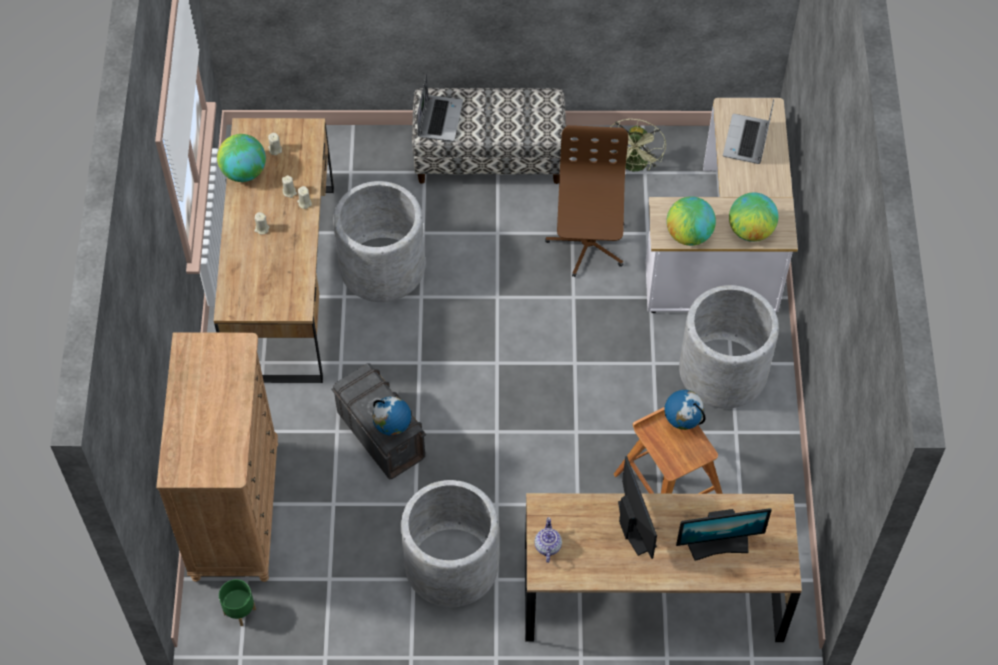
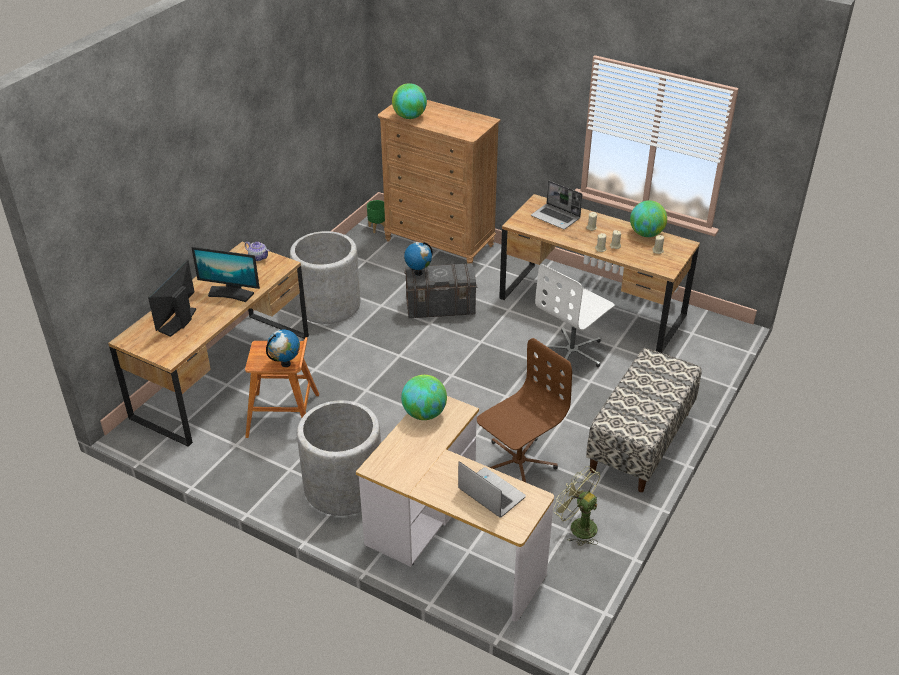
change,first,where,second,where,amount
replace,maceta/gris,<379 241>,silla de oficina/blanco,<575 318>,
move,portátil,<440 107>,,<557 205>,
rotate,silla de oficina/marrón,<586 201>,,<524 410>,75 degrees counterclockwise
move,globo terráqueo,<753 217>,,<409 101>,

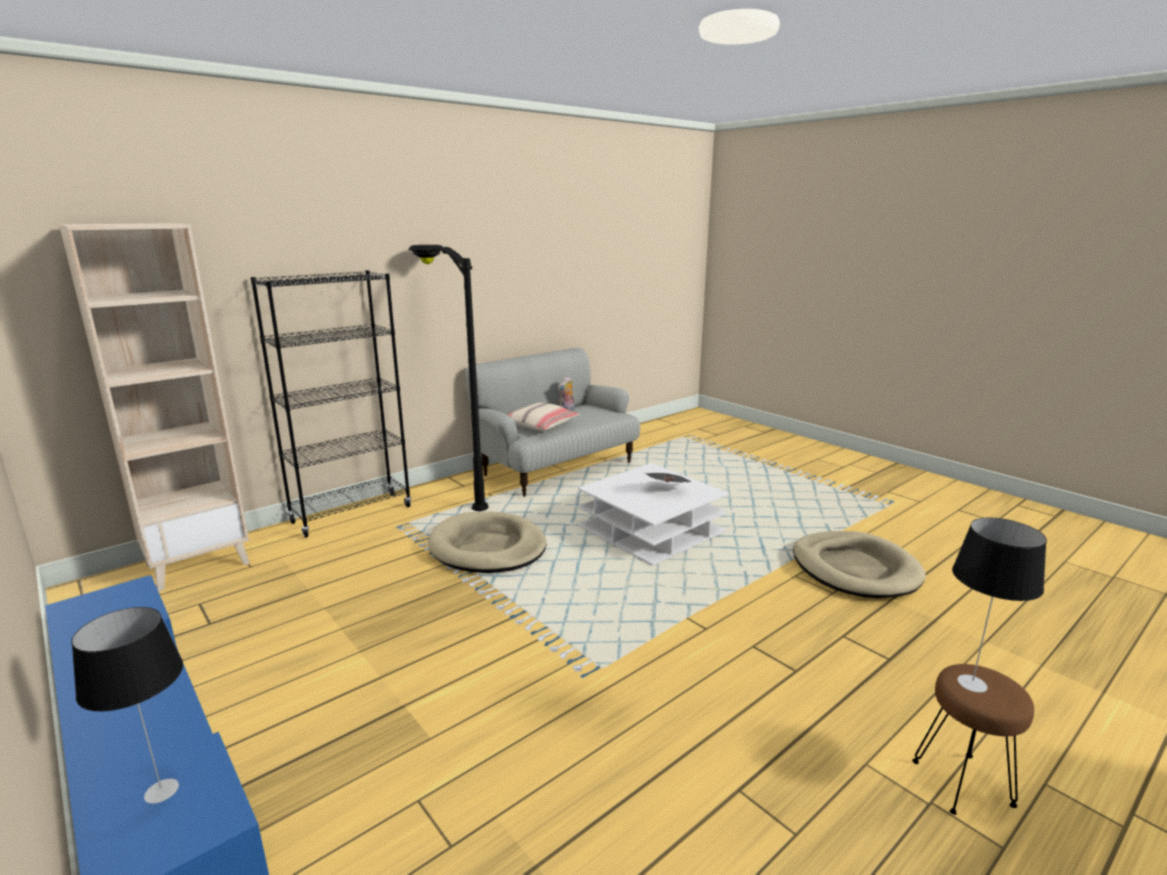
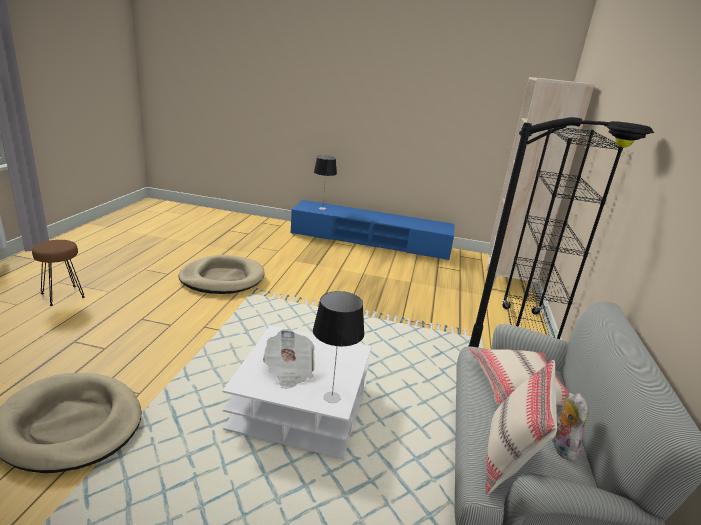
change,first,where,second,where,amount
move,cama para perro/beis,<487 542>,,<222 274>,
move,lámpara de mesa,<999 604>,,<338 347>,
insert,,,cojín/beis,<521 427>,

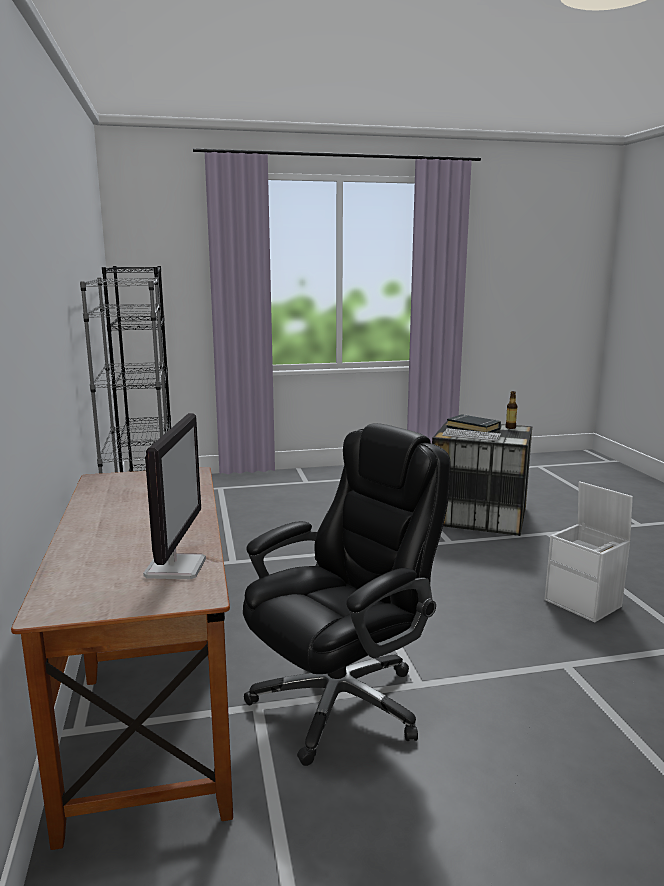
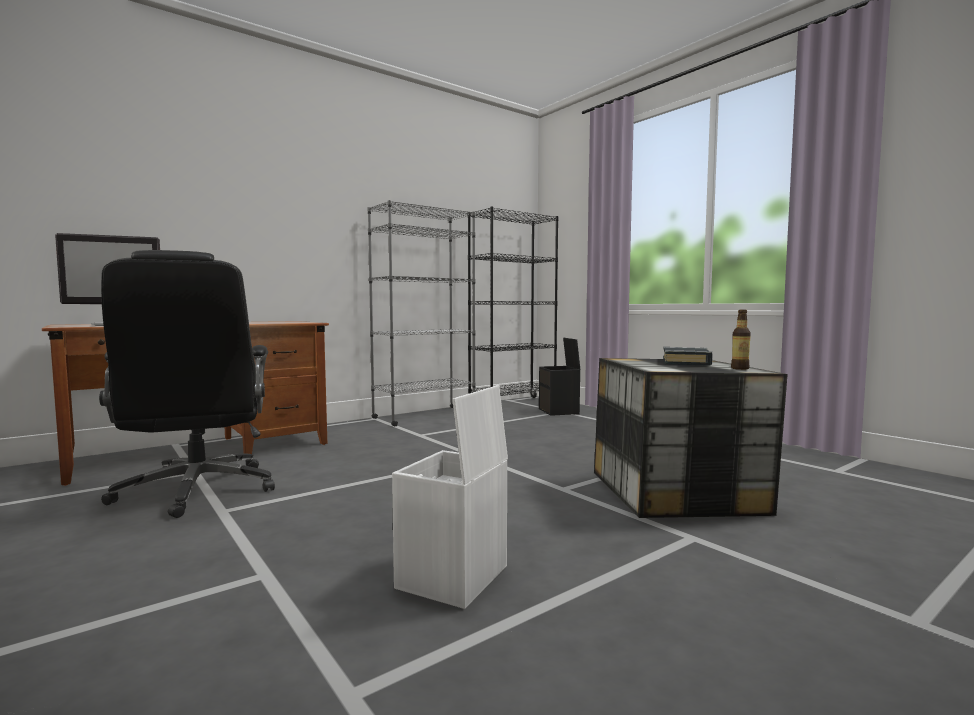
change,first,where,second,where,amount
rotate,silla de oficina/negro,<347 594>,,<187 384>,45 degrees clockwise
delete,teclado,<471 434>,,,
insert,,,caja de almacenaje/negro,<559 377>,

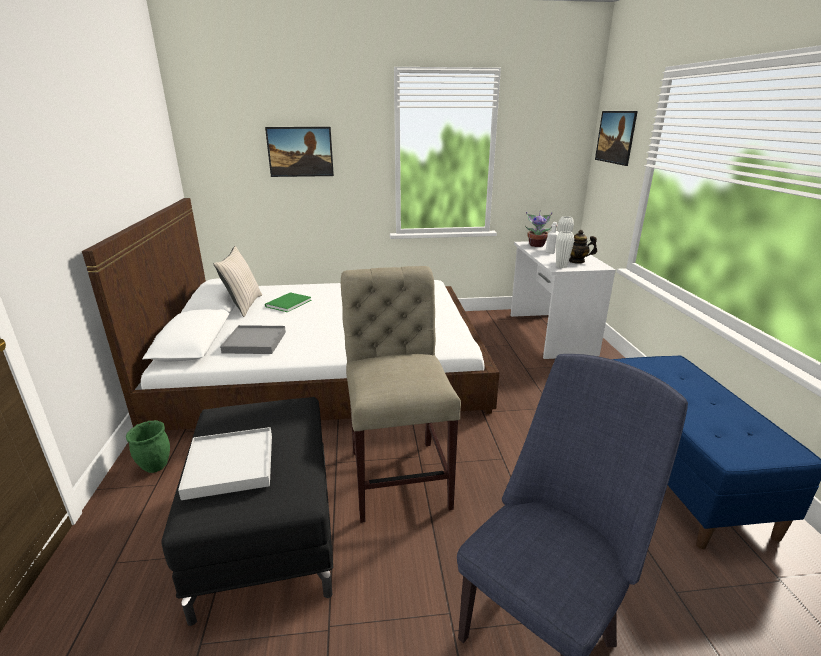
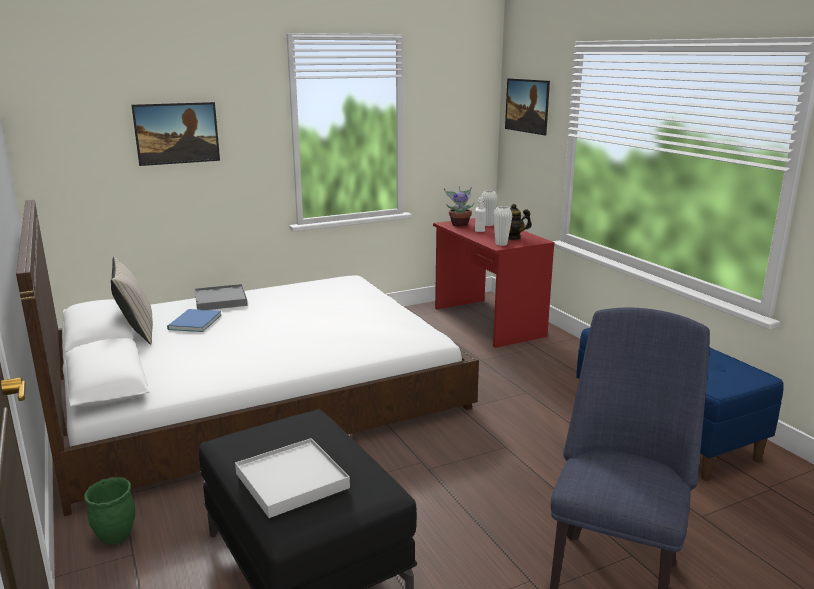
change,first,where,second,where,amount
move,bandeja/gris,<253 339>,,<221 297>,
recolor,libro/verde,<288 302>,libro/azul,<194 320>,
delete,silla/beis,<401 394>,,,
recolor,escritorio/blanco,<563 300>,escritorio/rojo,<494 283>,

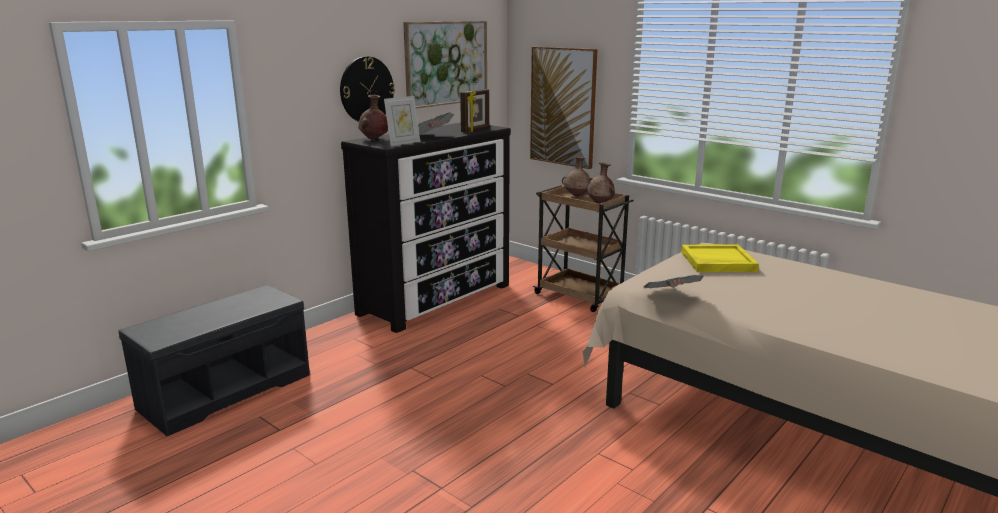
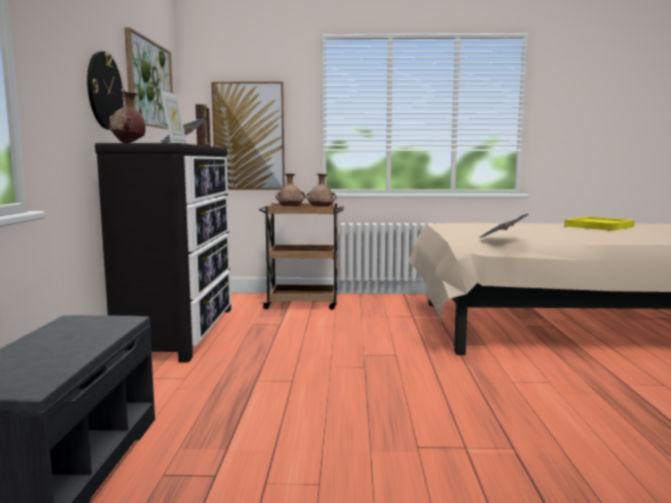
change,first,where,second,where,amount
move,bandeja/amarillo,<720 258>,,<599 224>,

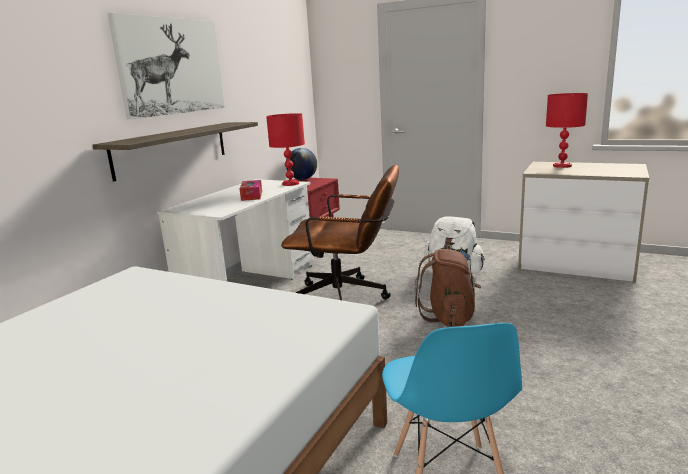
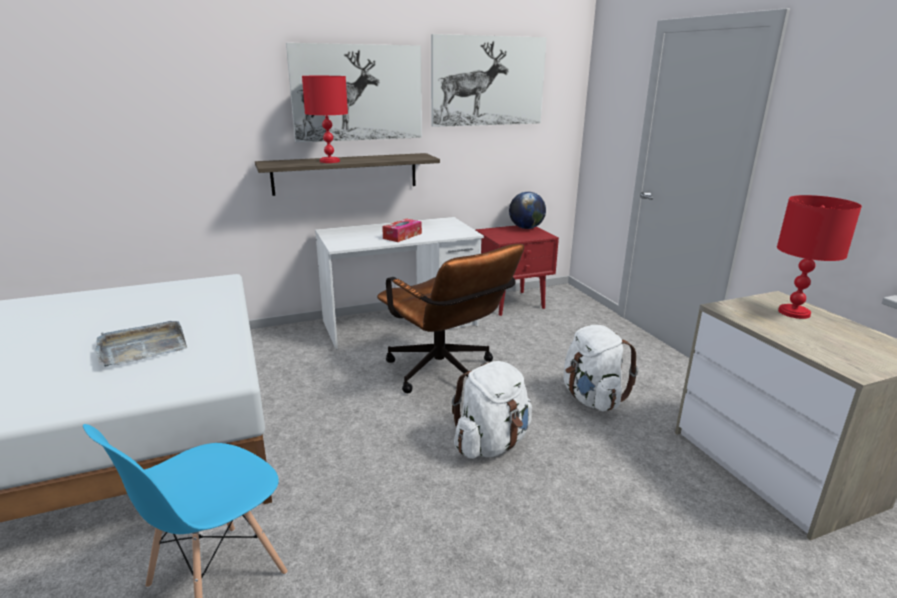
change,first,where,second,where,amount
move,lámpara de mesa/rojo,<285 149>,,<325 119>,
recolor,mochila/marrón,<448 288>,mochila/blanco,<492 410>,
insert,,,bandeja/gris,<141 344>,
insert,,,cuadro,<489 80>,

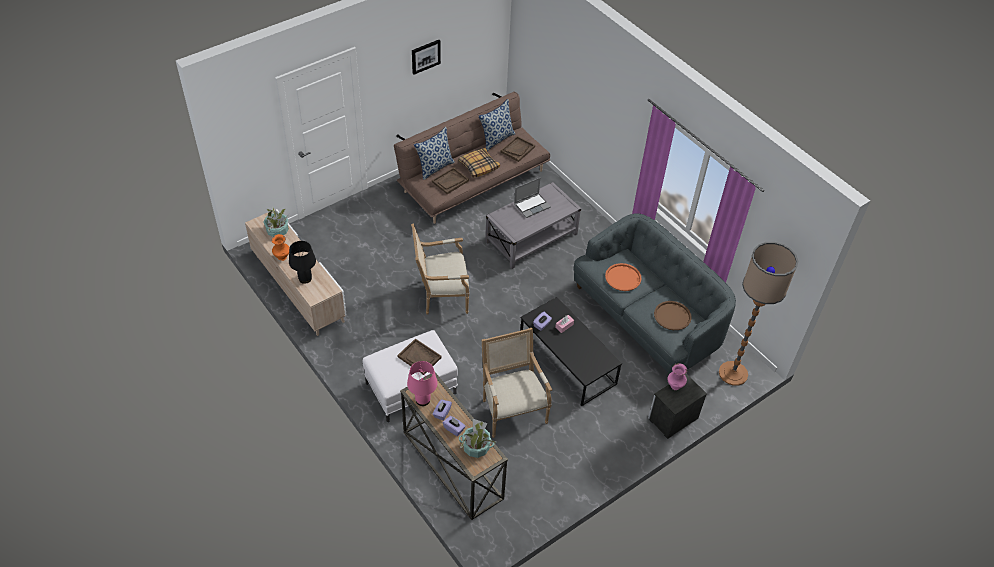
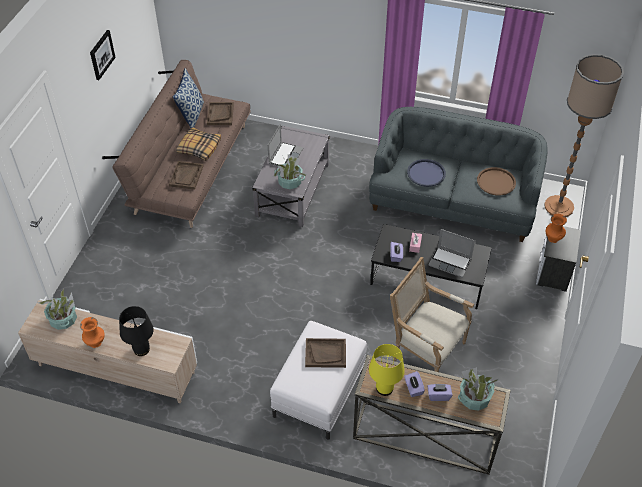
change,first,where,second,where,amount
recolor,lámpara de mesa/rosa,<422 383>,lámpara de mesa/amarillo,<387 370>,
delete,sillón,<440 269>,,,
delete,cojín,<434 153>,,,
recolor,bandeja/naranja,<623 277>,bandeja/azul,<426 173>,
recolor,florero/rosa,<677 376>,florero/naranja,<556 228>,
insert,,,planta en maceta,<290 172>,
insert,,,portátil,<451 253>,

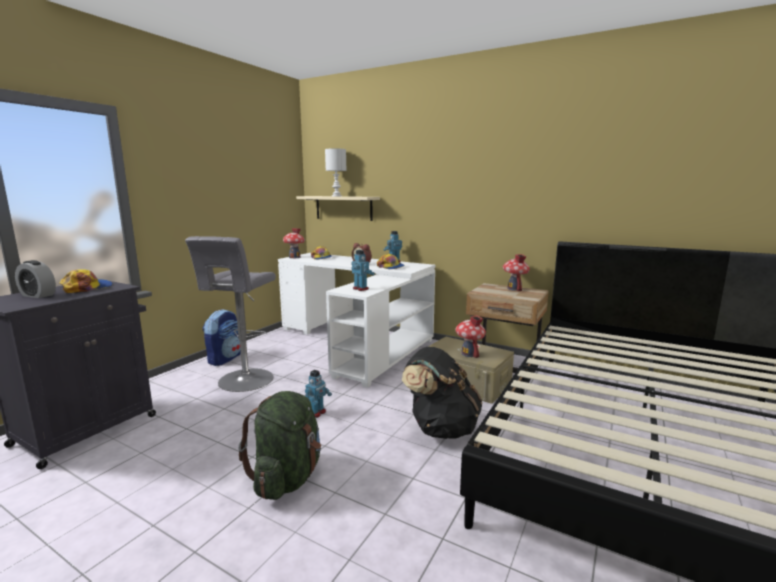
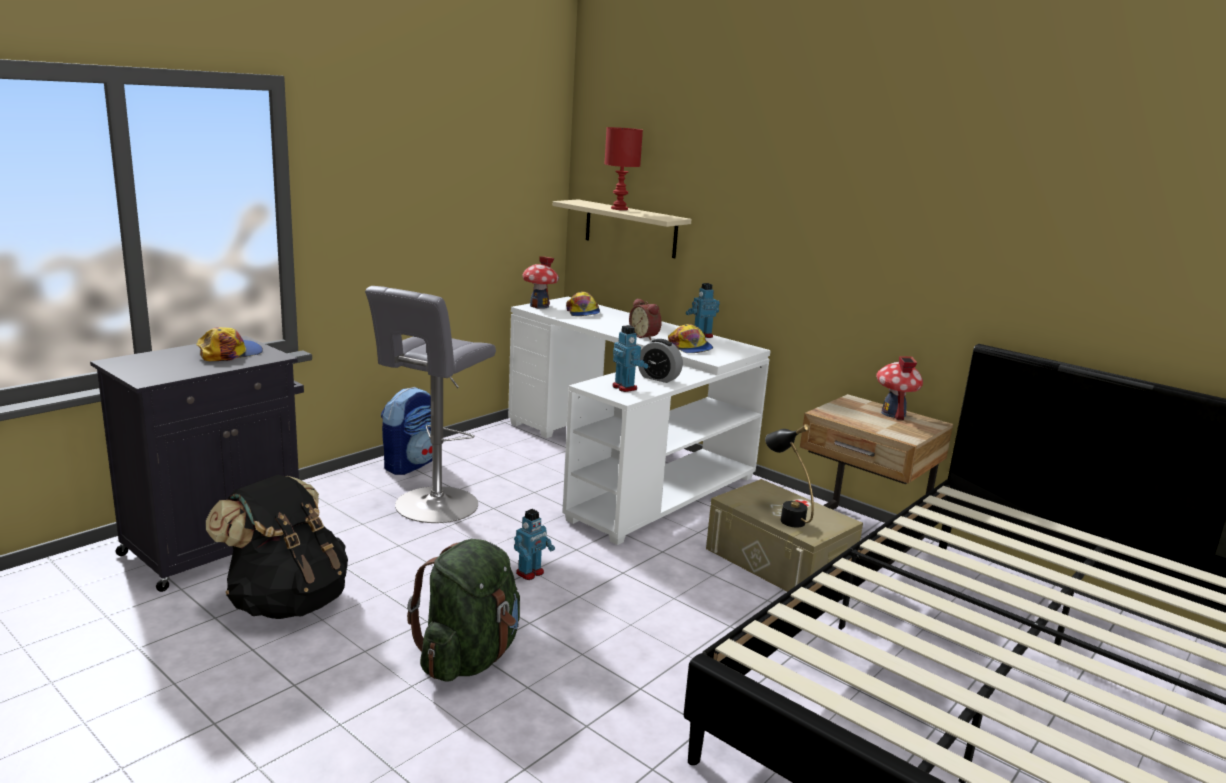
change,first,where,second,where,amount
move,despertador,<35 279>,,<660 361>,
recolor,lámpara de mesa/blanco,<335 172>,lámpara de mesa/rojo,<624 168>,
move,mochila/negro,<442 393>,,<277 547>,
replace,casita,<470 336>,lámpara de mesa/negro,<789 476>,

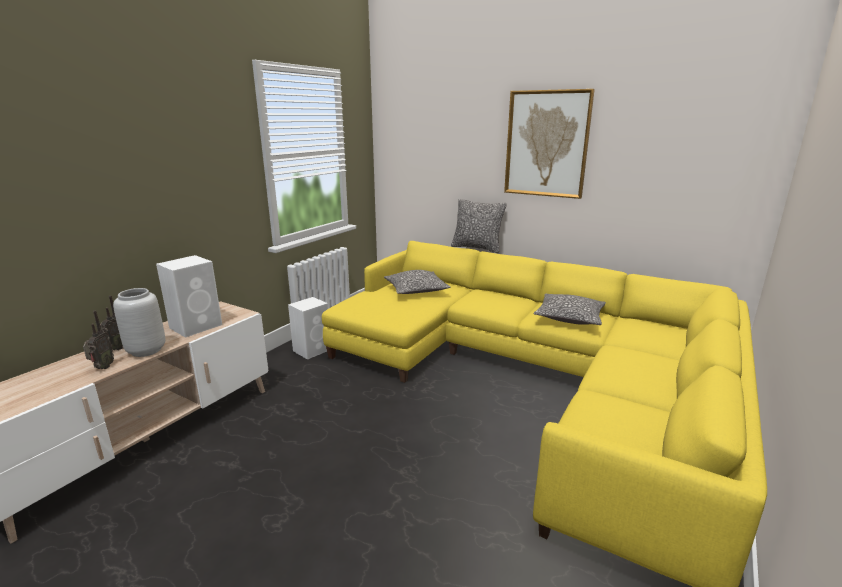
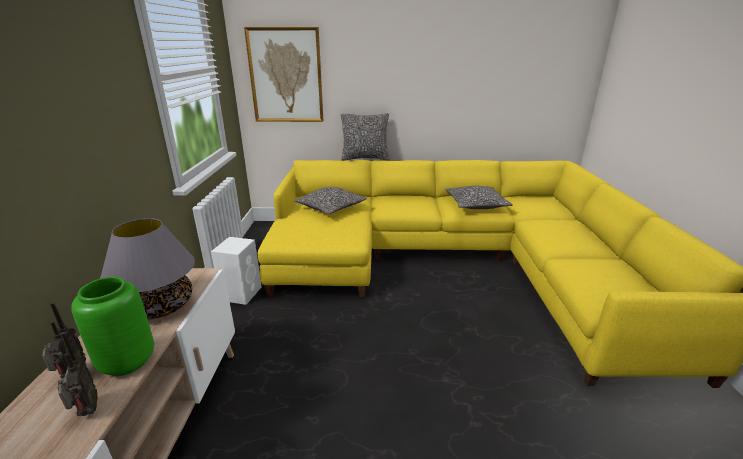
change,first,where,second,where,amount
recolor,florero/gris,<139 322>,florero/verde,<112 326>,
replace,altavoz/blanco,<189 296>,lámpara de mesa/gris,<147 269>,
move,cuadro,<549 144>,,<283 74>,

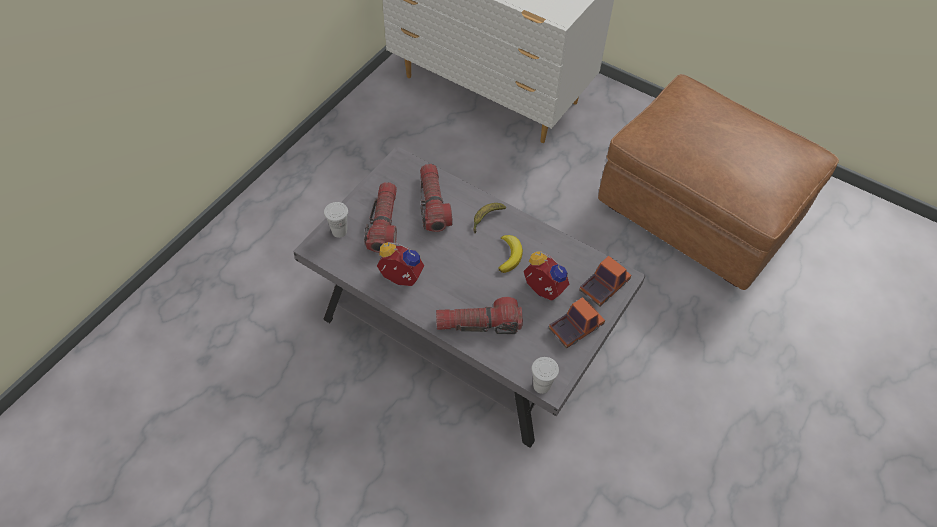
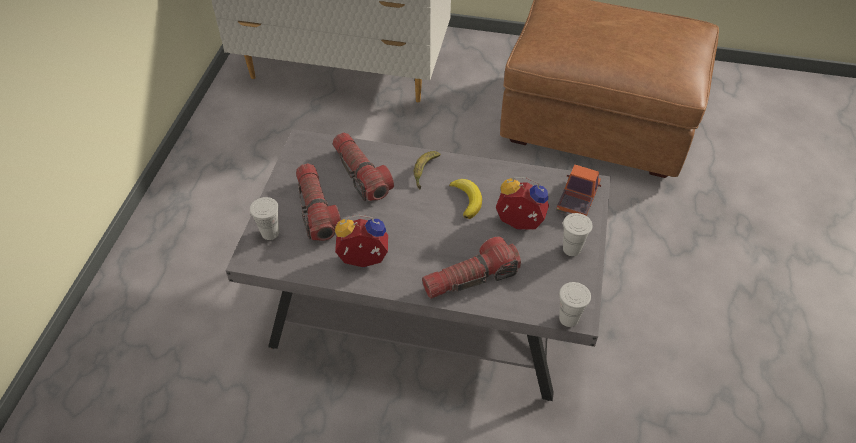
change,first,where,second,where,amount
replace,camión de juguete,<577 323>,taza/blanco,<578 234>,

